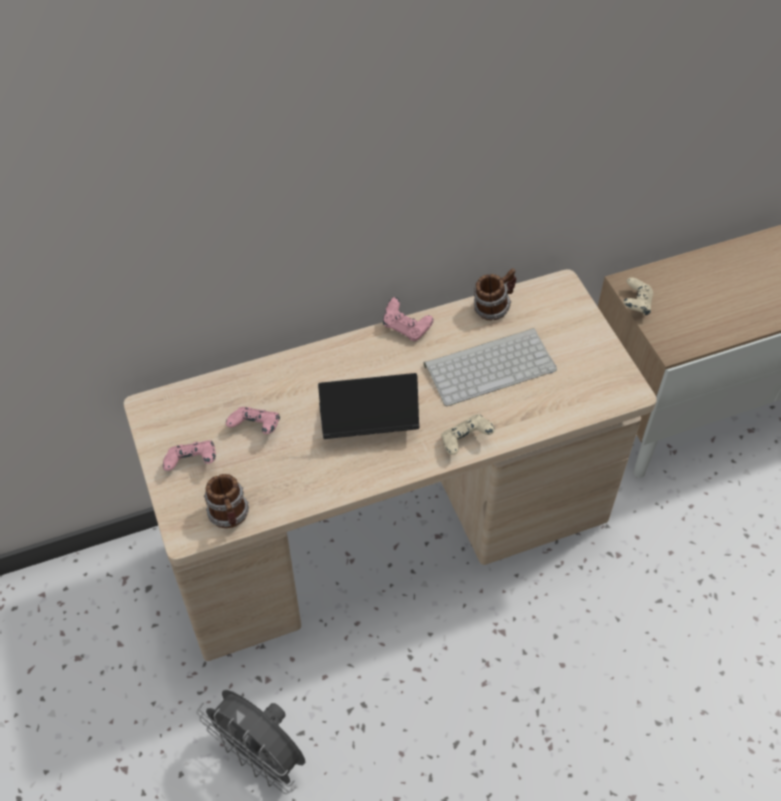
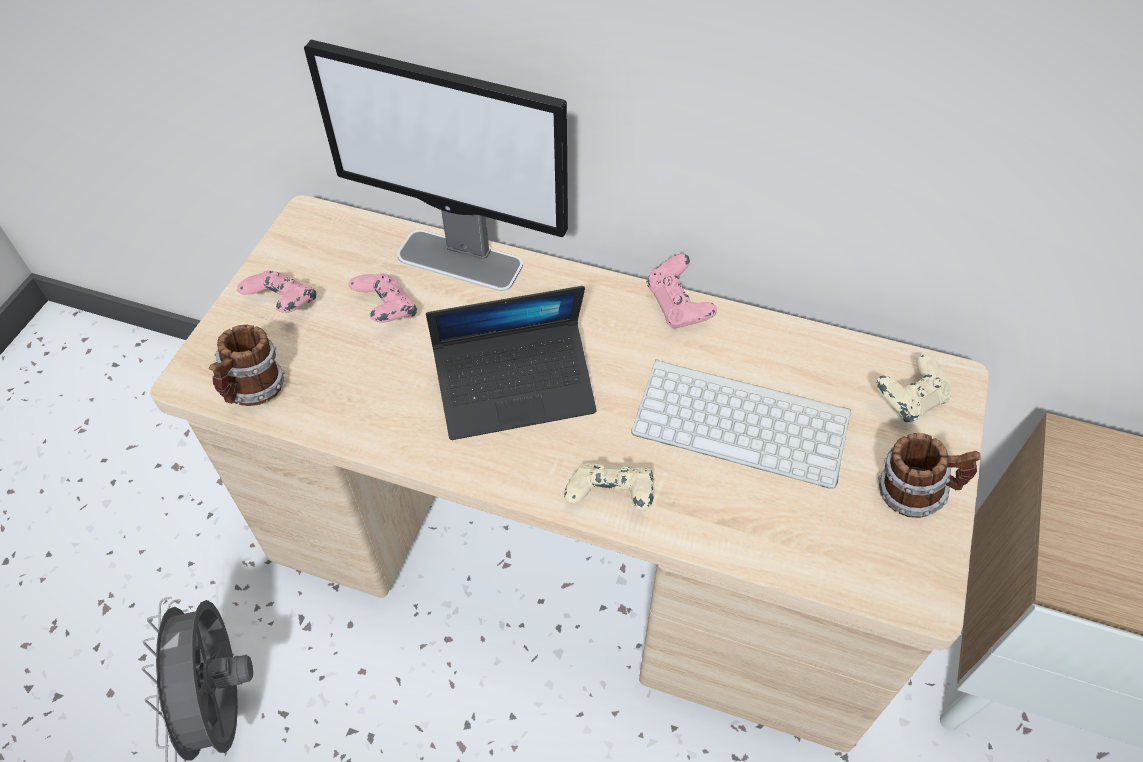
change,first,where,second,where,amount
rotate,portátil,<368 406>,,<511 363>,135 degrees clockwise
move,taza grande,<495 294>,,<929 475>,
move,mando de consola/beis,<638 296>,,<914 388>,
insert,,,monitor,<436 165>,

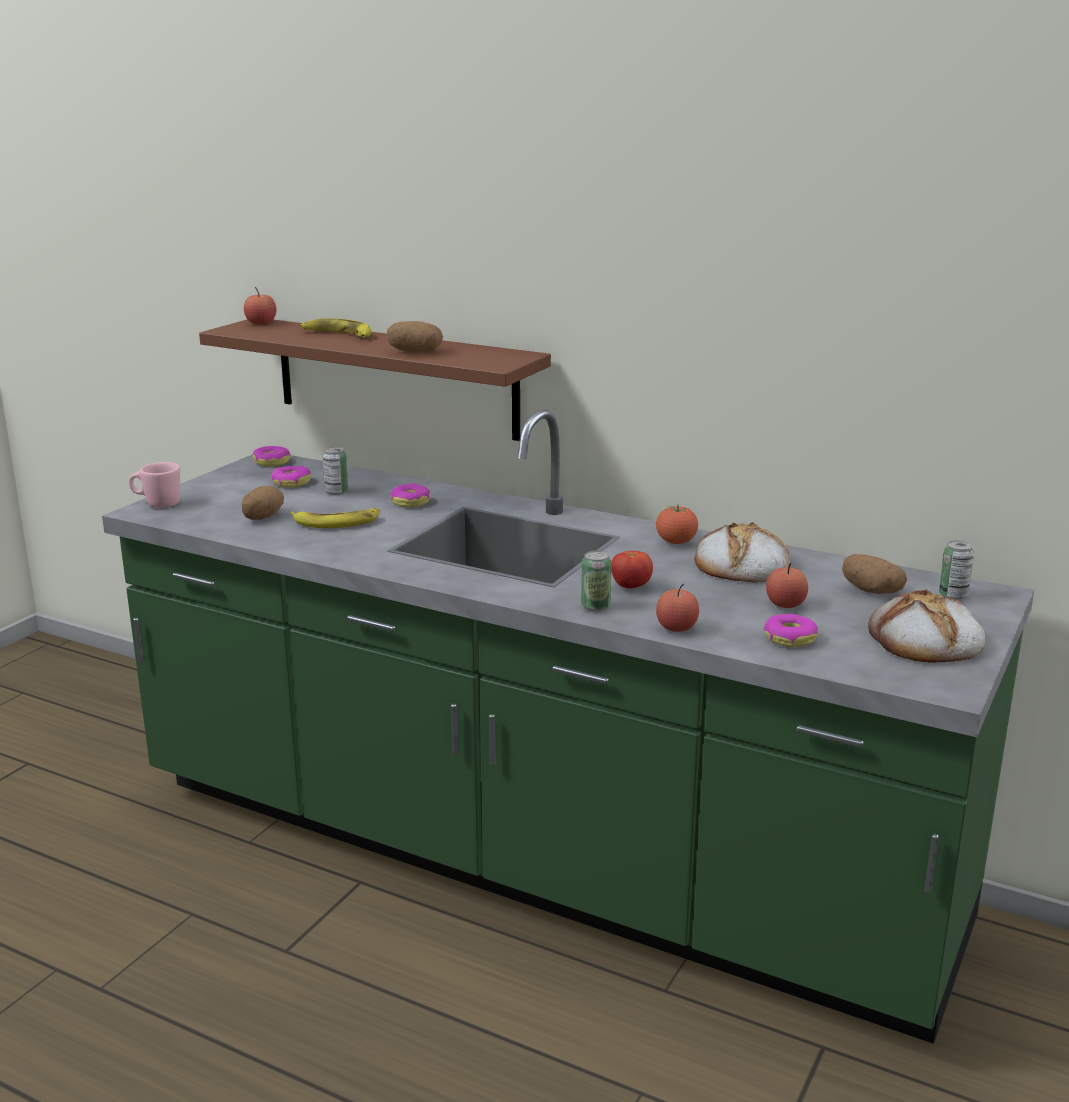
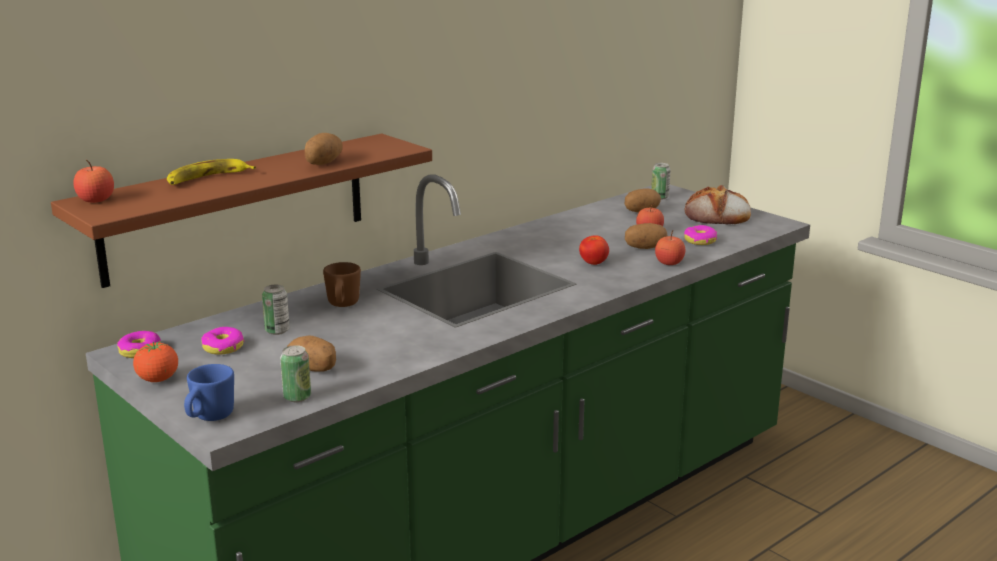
change,first,where,second,where,amount
recolor,taza grande/rosa,<154 485>,taza grande/azul,<209 392>,
delete,plátano,<335 518>,,,
replace,rosquilla,<410 495>,taza grande/marrón,<342 284>,
move,lata,<596 581>,,<295 373>,
move,tomate,<677 524>,,<155 362>,
delete,pan,<743 552>,,,
insert,,,patata,<646 236>,

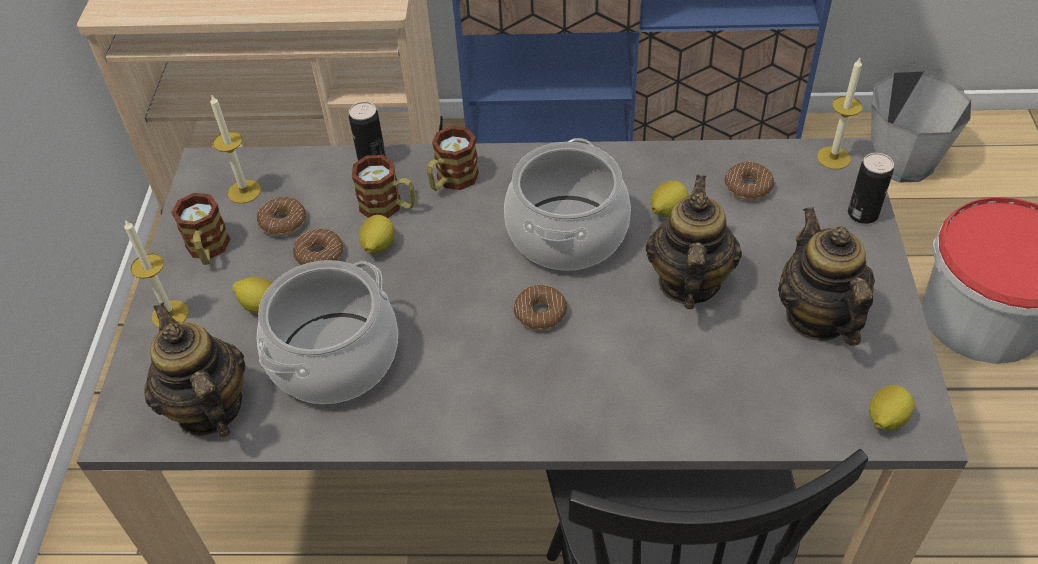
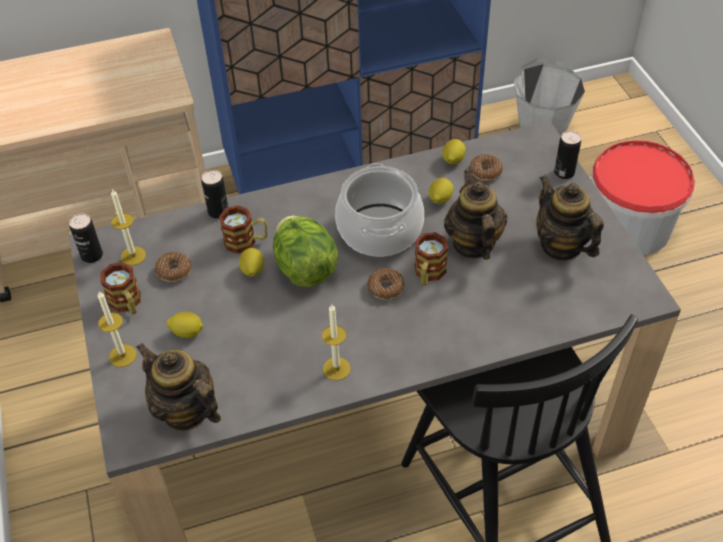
change,first,where,second,where,amount
delete,olla,<327 332>,,,
delete,rosquilla,<318 247>,,,
move,taza grande,<453 158>,,<431 258>,
move,vela,<840 113>,,<336 342>,
move,limón,<892 407>,,<454 151>,
insert,,,lata,<86 238>,
insert,,,lechuga,<305 251>,

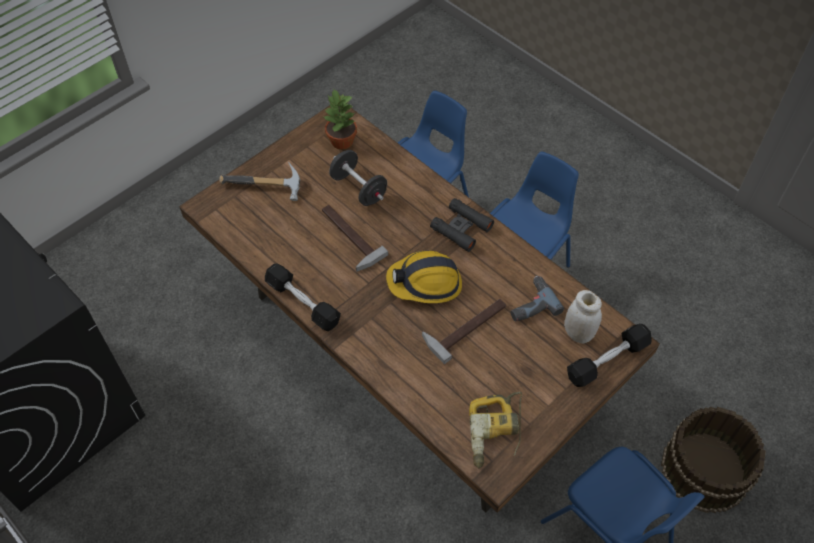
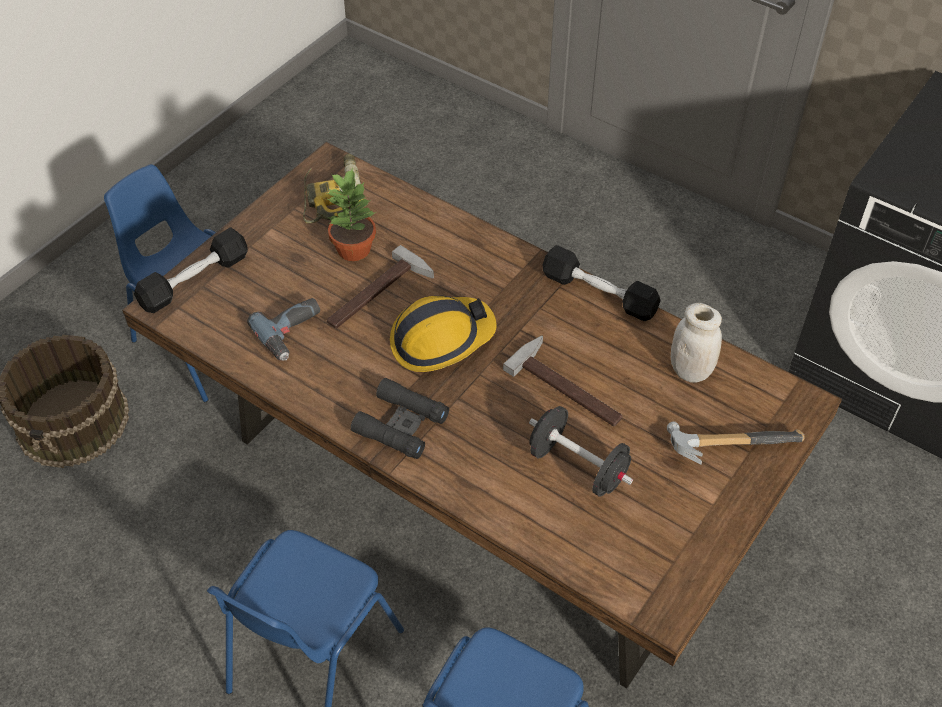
change,first,where,second,where,amount
move,planta en maceta,<340 118>,,<352 214>,
move,tarro/blanco,<583 317>,,<696 342>,

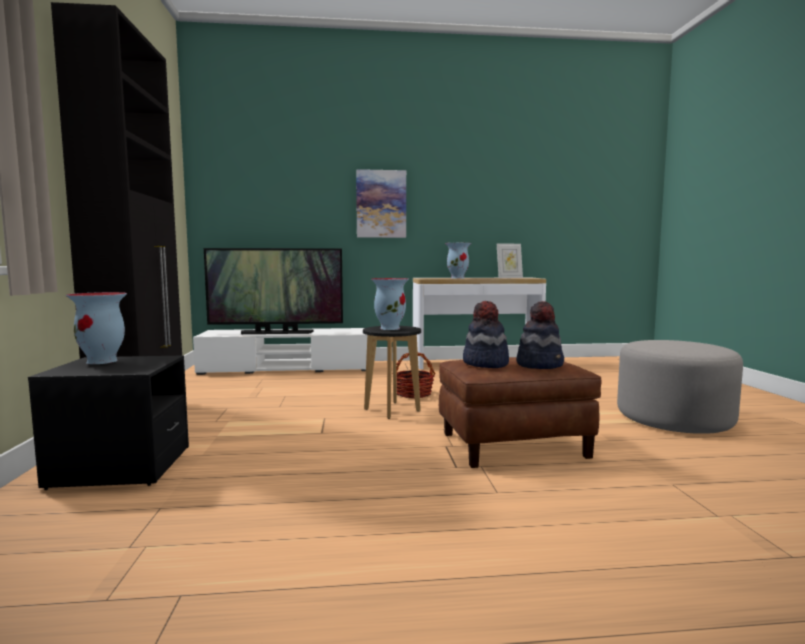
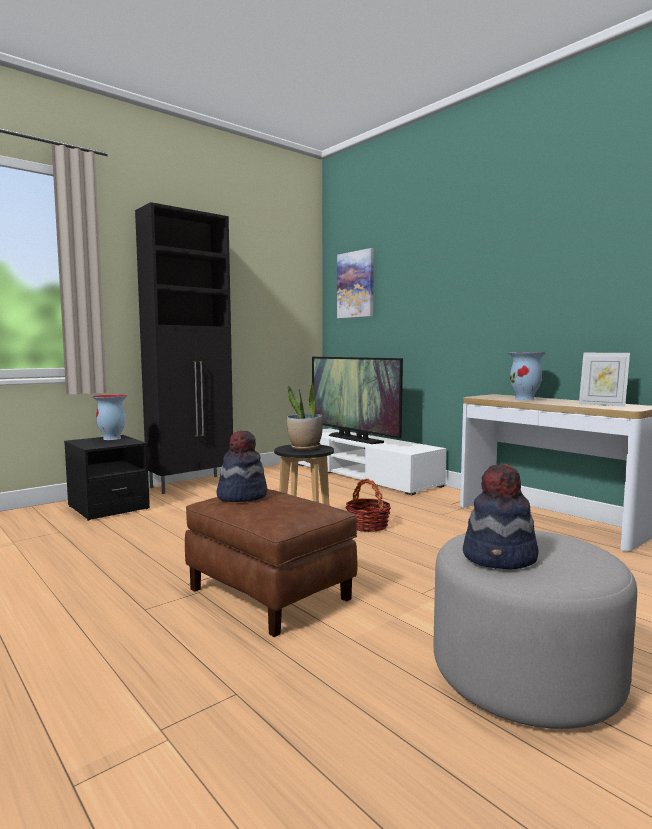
change,first,where,second,where,amount
move,cuadro,<381 203>,,<355 283>,
replace,florero,<390 304>,planta en maceta,<305 415>,
move,sombrero,<540 335>,,<501 516>,

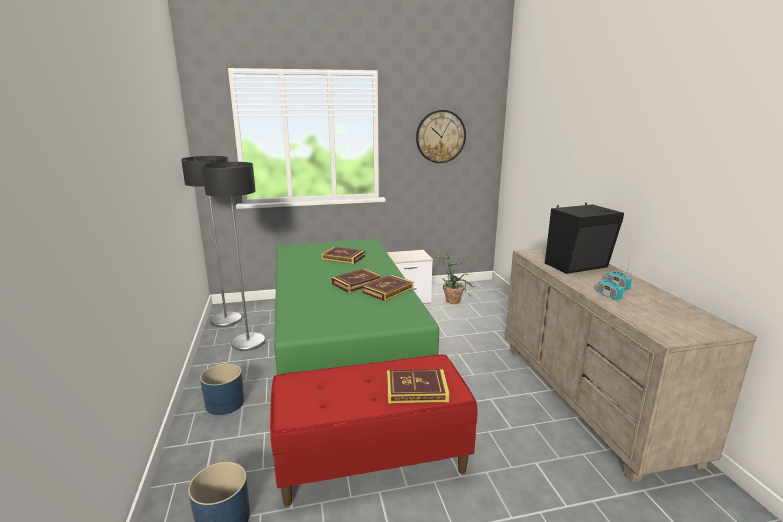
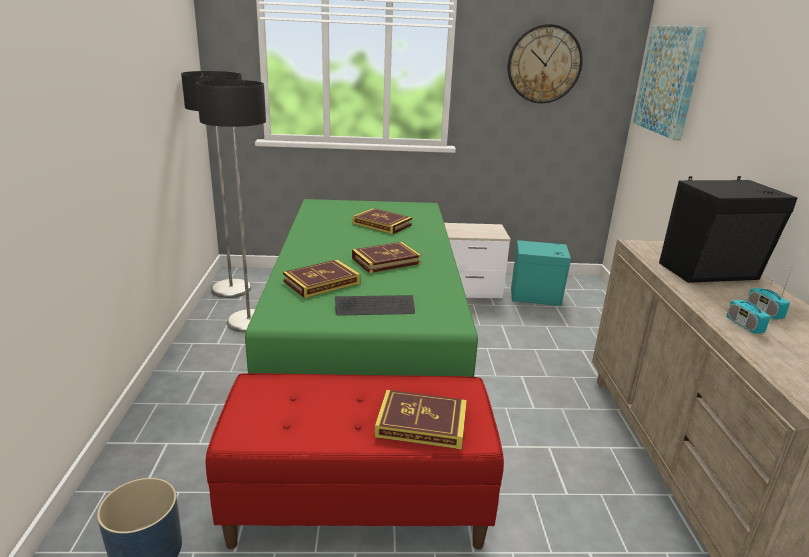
change,first,where,second,where,amount
delete,maceta/azul,<222 389>,,,
move,libro,<387 288>,,<321 278>,
replace,planta en maceta,<455 277>,altavoz/turquesa,<541 272>,
insert,,,teclado,<375 305>,
insert,,,cuadro,<670 83>,

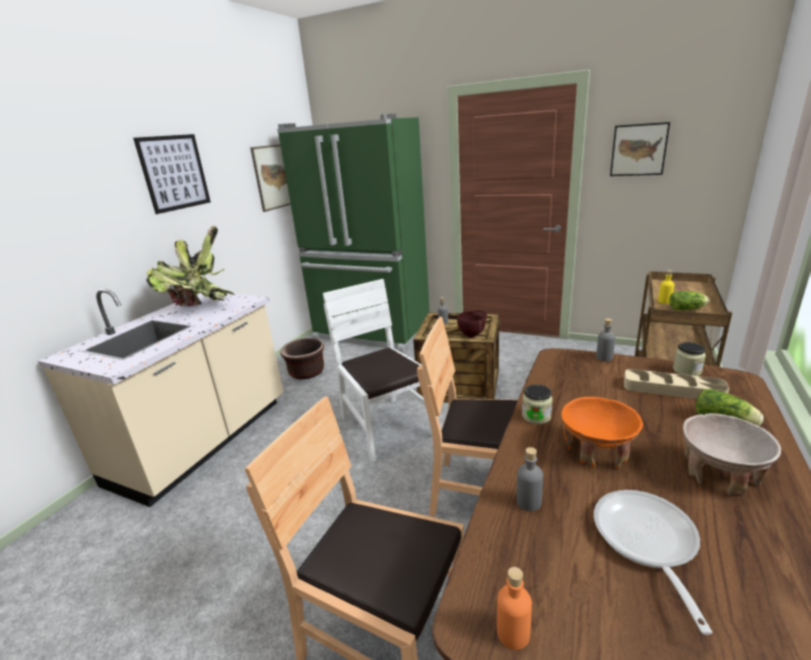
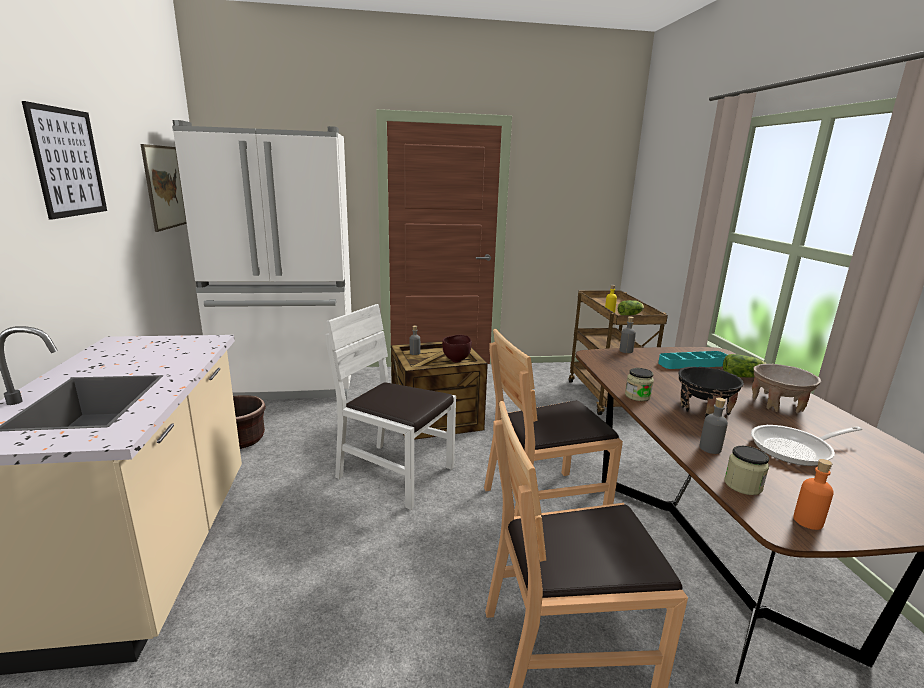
change,first,where,second,where,amount
delete,planta en maceta,<190 266>,,,
recolor,nevera/verde,<353 233>,nevera/blanco,<262 260>,
recolor,cuenco/naranja,<602 432>,cuenco/negro,<711 392>,
rotate,sartén,<653 562>,,<806 445>,75 degrees counterclockwise
delete,cuadro,<640 149>,,,
recolor,bandeja/beis,<676 384>,bandeja/turquesa,<692 360>,
move,tarro,<689 359>,,<746 470>,

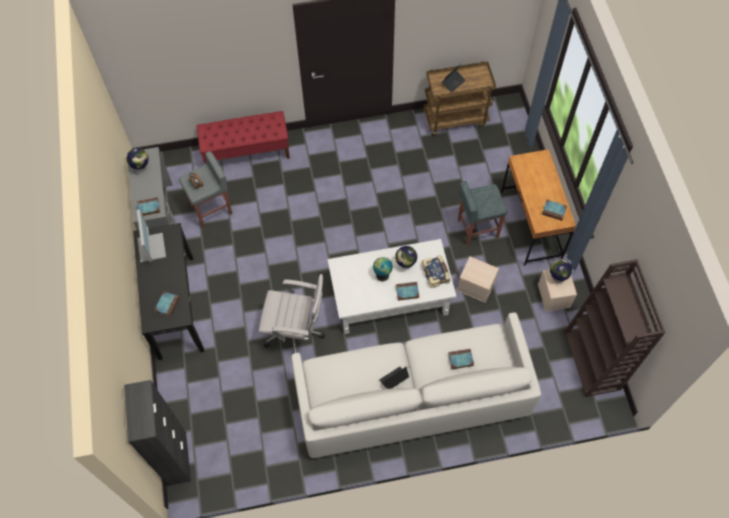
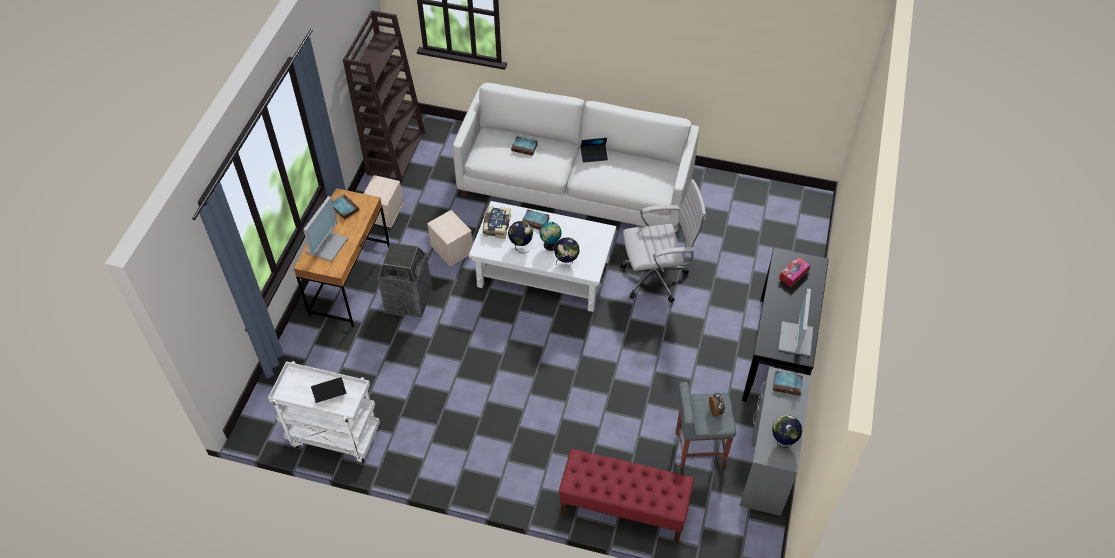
change,first,where,second,where,amount
delete,armario/negro,<157 433>,,,
replace,libro,<167 304>,caja de pañuelos,<794 272>,
rotate,silla de oficina/blanco,<292 313>,,<663 241>,135 degrees clockwise
recolor,carrito/marrón,<460 98>,carrito/blanco,<324 412>,
replace,taburete/gris,<482 213>,papelera,<404 279>,
move,globo terráqueo,<561 271>,,<566 251>,
insert,,,monitor,<325 229>,

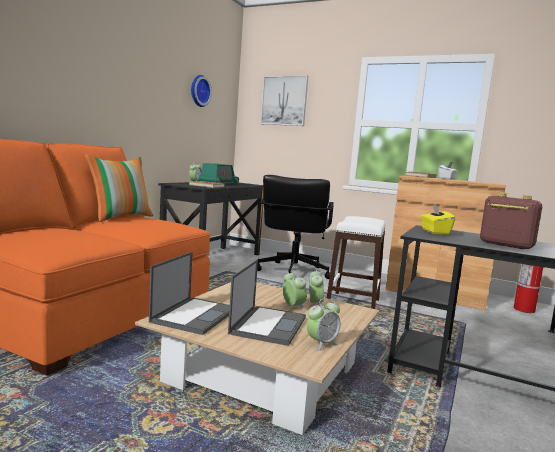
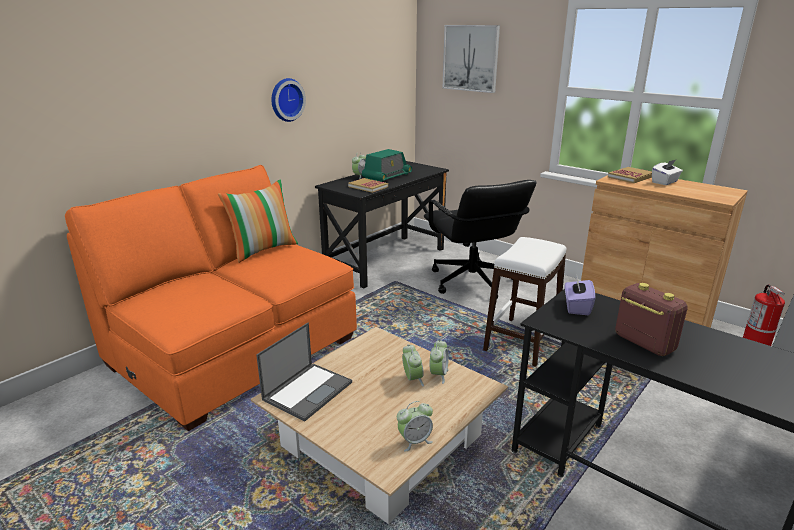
change,first,where,second,where,amount
move,reloj de pared,<201 91>,,<288 100>,
delete,portátil,<267 302>,,,
rotate,silla de oficina/negro,<295 227>,,<480 239>,45 degrees counterclockwise
recolor,caja de pañuelos/amarillo,<438 219>,caja de pañuelos/morado,<580 296>,

